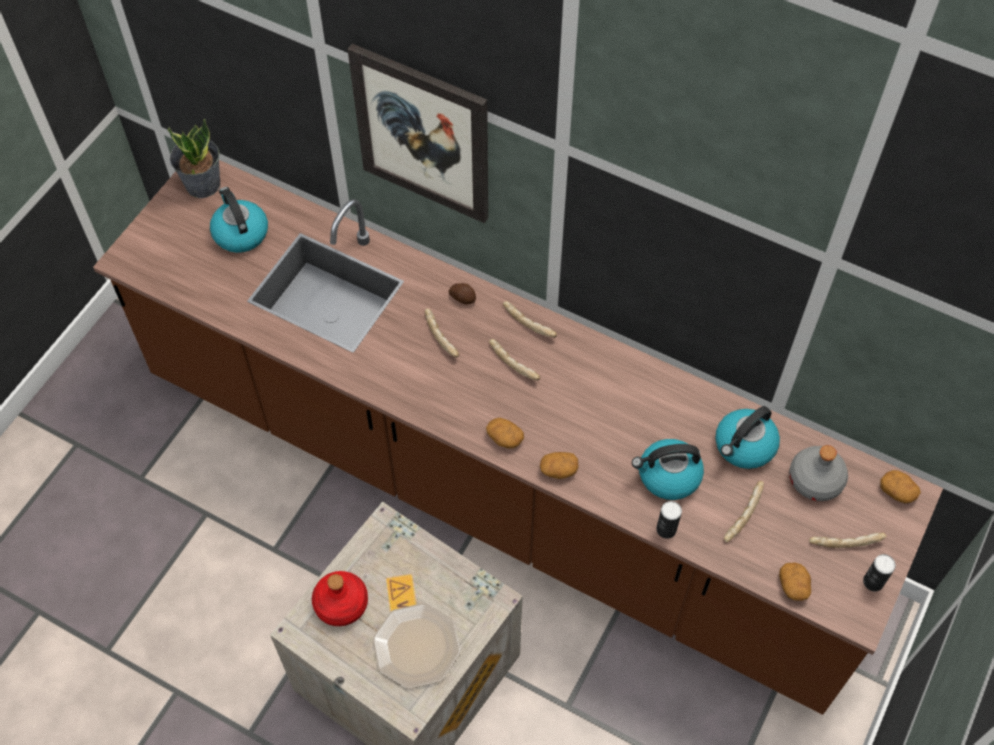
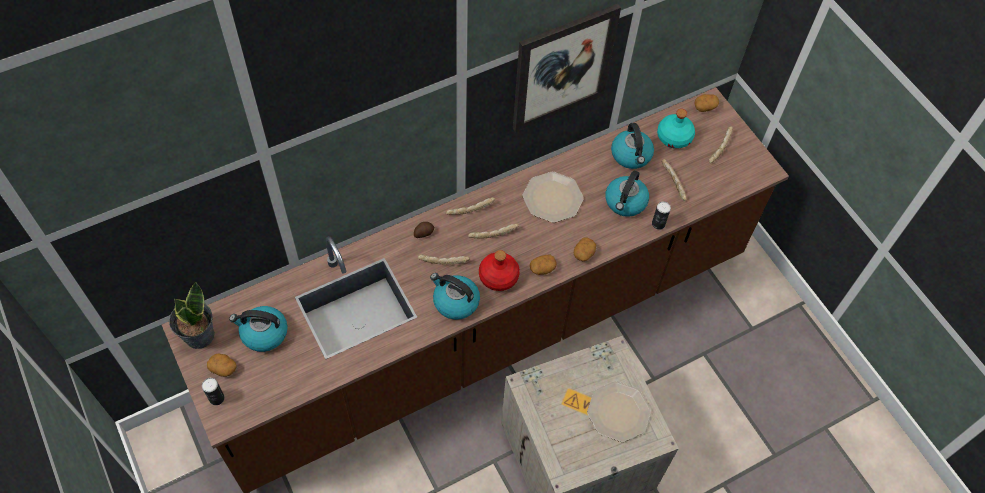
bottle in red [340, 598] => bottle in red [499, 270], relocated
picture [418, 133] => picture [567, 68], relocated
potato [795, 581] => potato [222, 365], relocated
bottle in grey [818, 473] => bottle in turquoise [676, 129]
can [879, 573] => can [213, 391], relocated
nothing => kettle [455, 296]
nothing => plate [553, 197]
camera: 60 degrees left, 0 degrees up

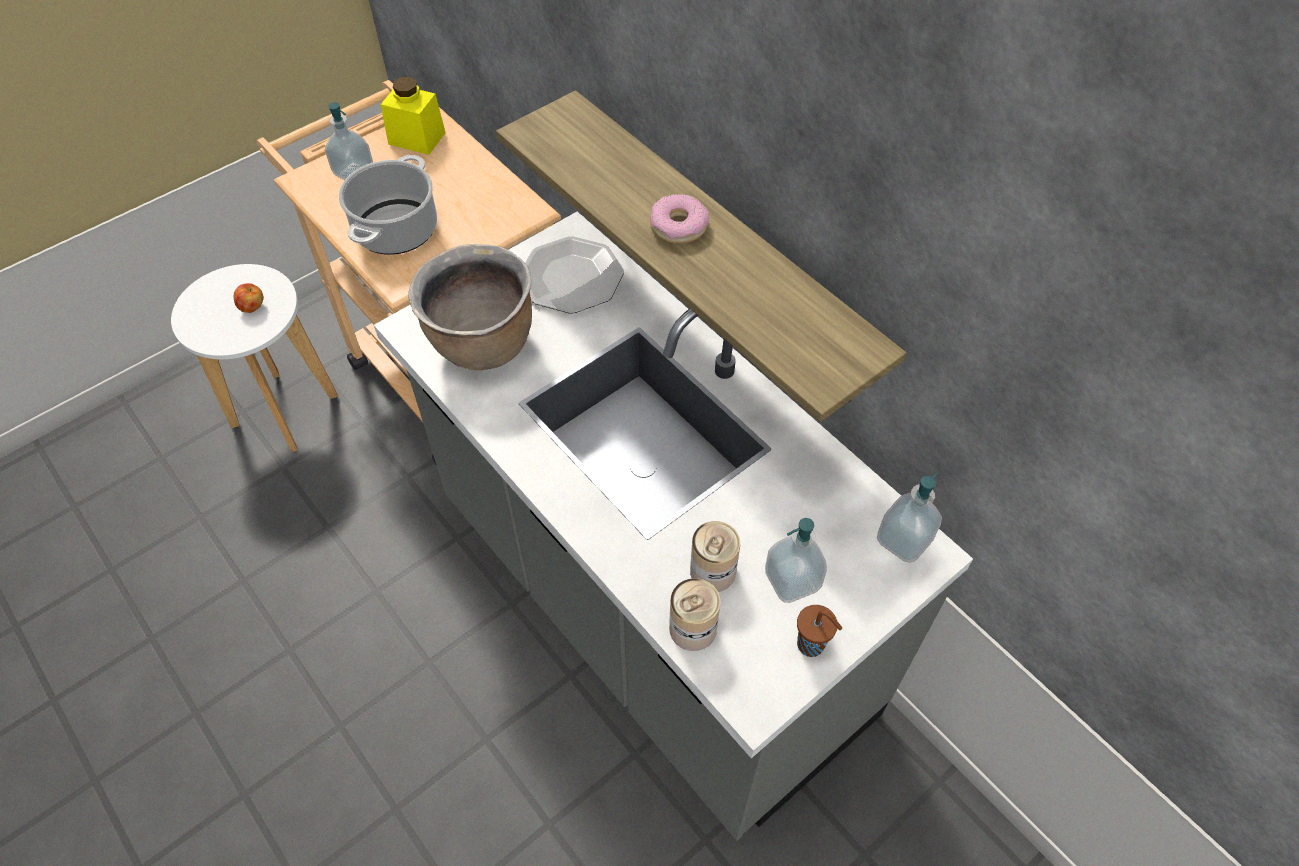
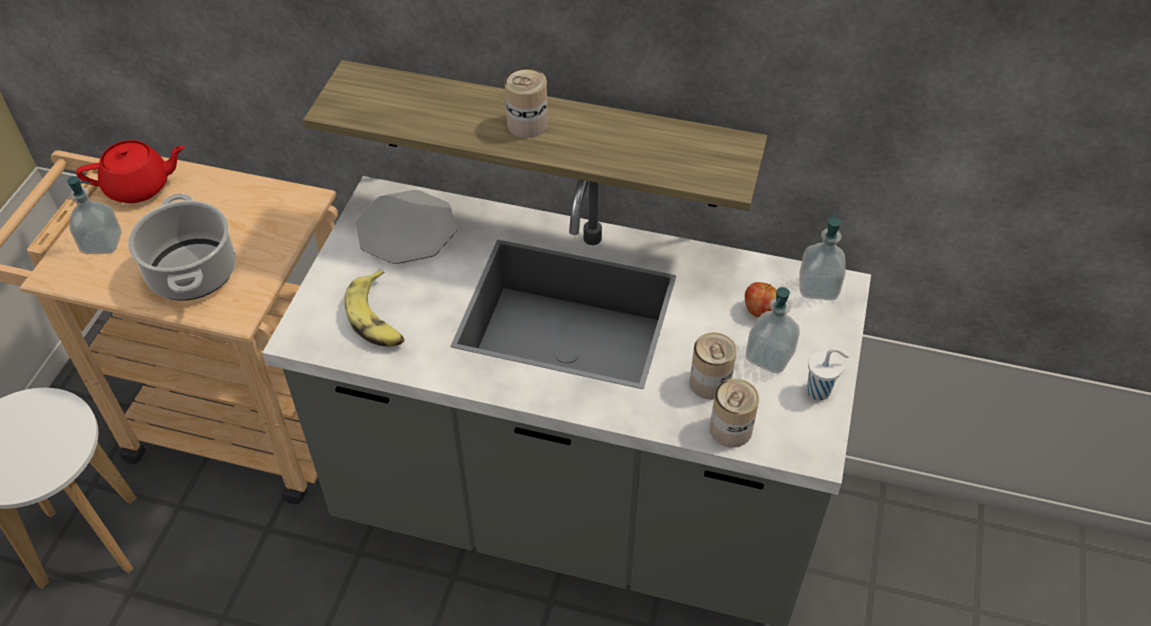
apple [249, 298] => apple [761, 299], relocated
jar in yellow [413, 116] => teapot in red [130, 171]
cooking pot in brown [470, 307] => banana [375, 308]
donut [679, 219] => can [526, 103]
cup in brown [819, 631] => cup in white [828, 374]
camera: 35 degrees left, 5 degrees down

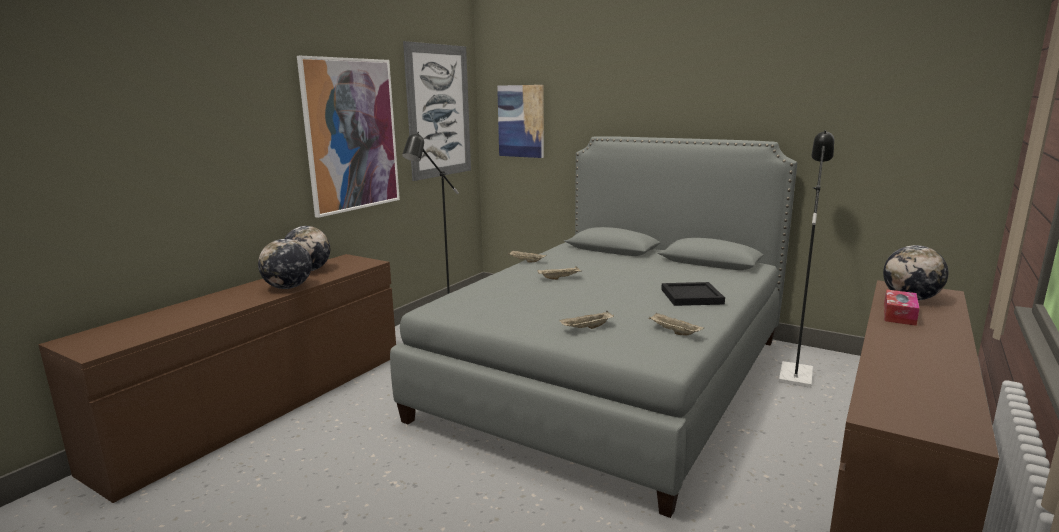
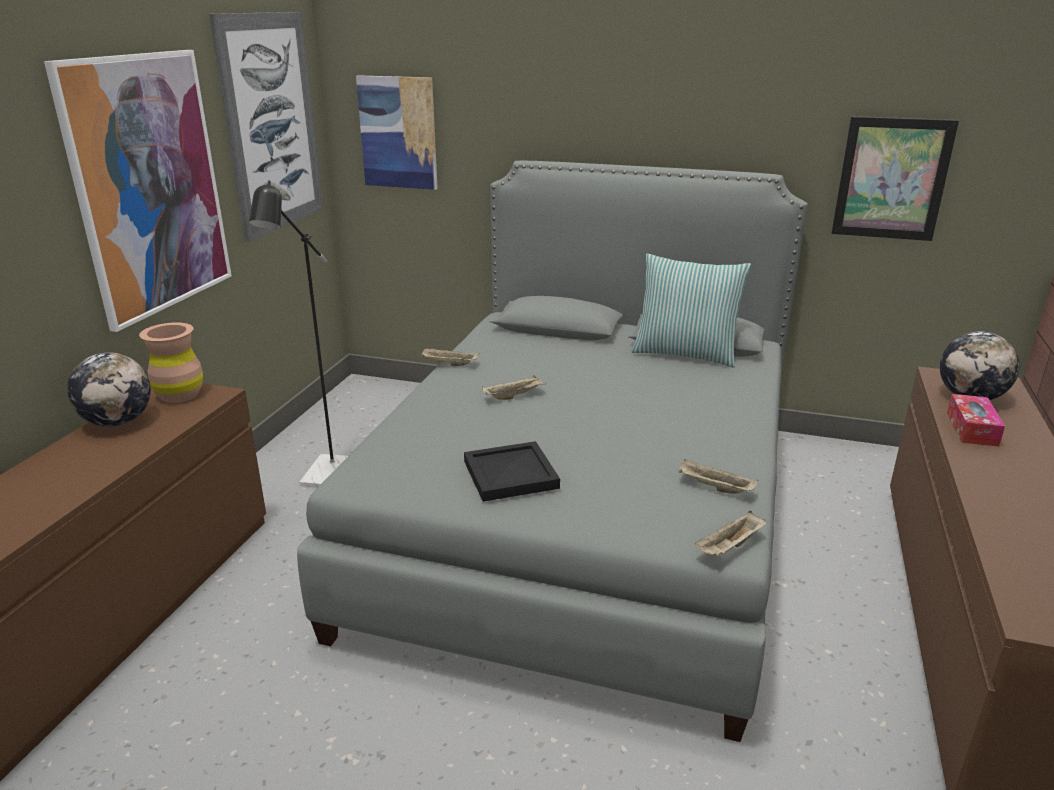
globe [285, 264] => nothing
tray in beige [586, 320] => tray in beige [731, 534], relocated
tray in black [693, 294] => tray in black [512, 471], relocated
floor lamp in black [806, 259] => nothing
nothing => vase in brown [171, 362]
nothing => pillow [691, 311]
nothing => picture [895, 178]
camera: 15 degrees left, 10 degrees up

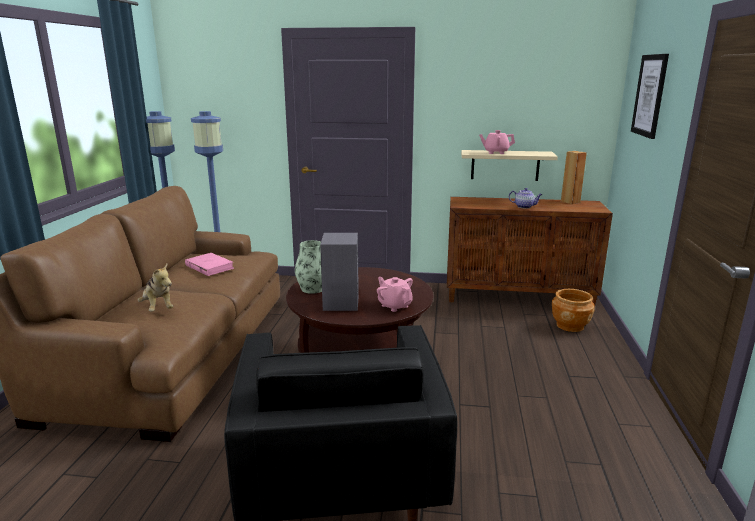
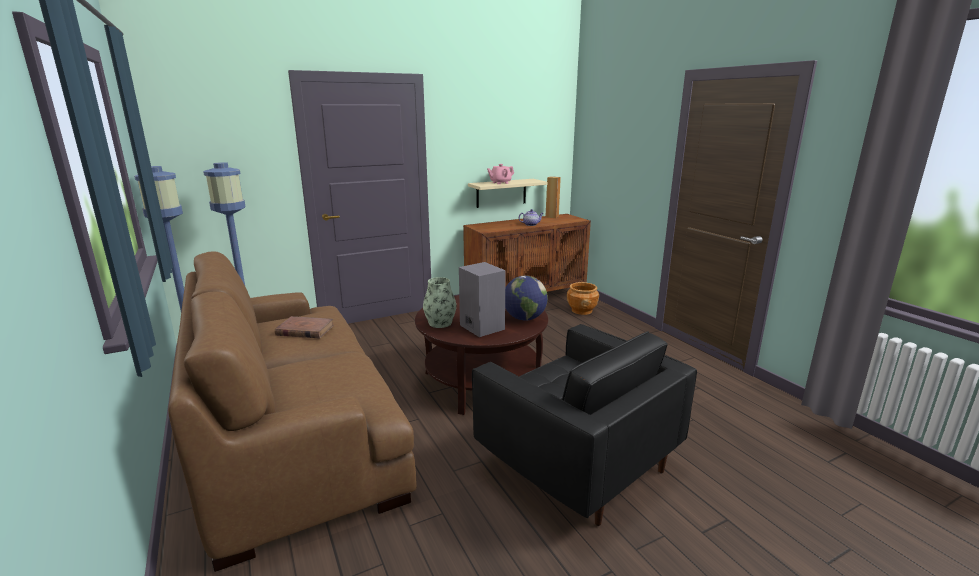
plush toy [155, 287] => nothing
book in pink [209, 264] => book in brown [304, 327]
teapot in pink [395, 294] => globe [526, 298]
picture [650, 96] => nothing
camera: 35 degrees left, 0 degrees up

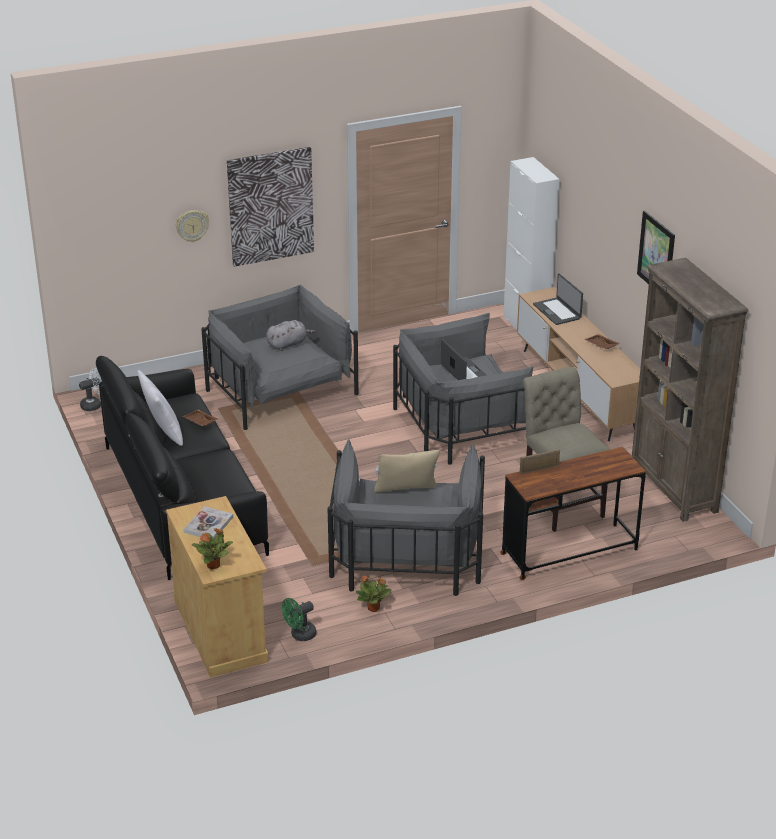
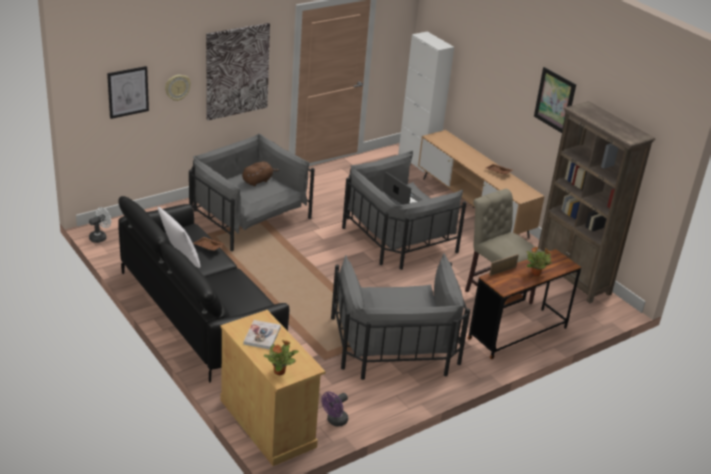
plush toy in grey [291, 335] => plush toy in brown [260, 173]
fan in green [299, 619] => fan in purple [334, 409]
potted plant [374, 593] => potted plant [539, 261], relocated
pillow in beige [407, 471] => nothing
laptop [558, 299] => nothing
nothing => picture [128, 92]
camera: 15 degrees left, 0 degrees up

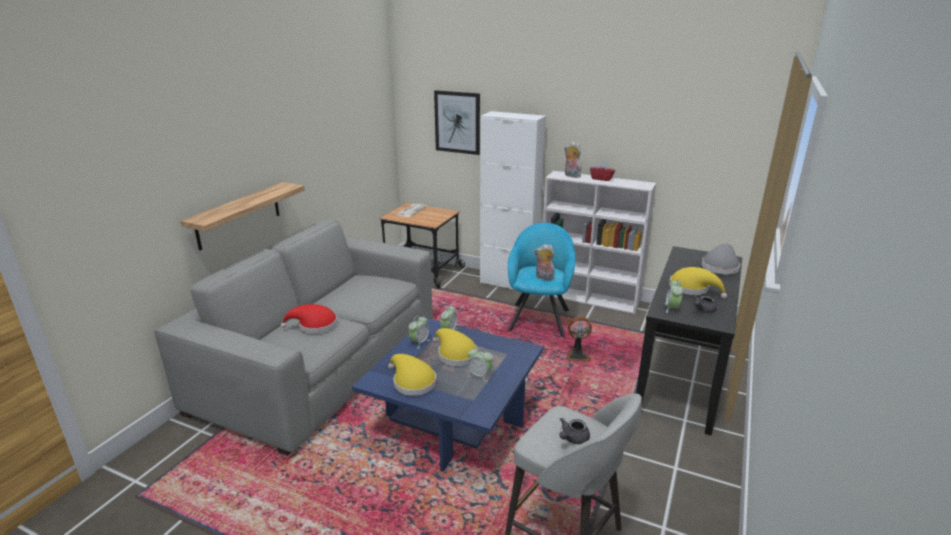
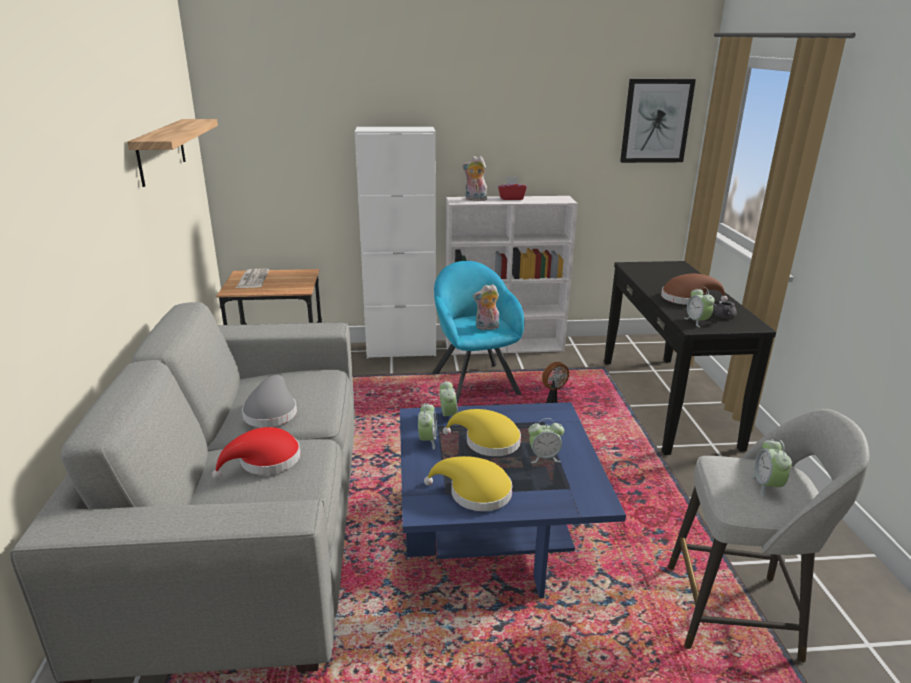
shelf [242, 216] => shelf [172, 153], relocated
picture [457, 122] => picture [658, 121], relocated
teapot in grey [574, 431] => alarm clock [771, 468]
hat in yellow [698, 283] => hat in brown [694, 289]
hat in grey [721, 259] => hat in grey [269, 401], relocated
camera: 30 degrees left, 0 degrees up

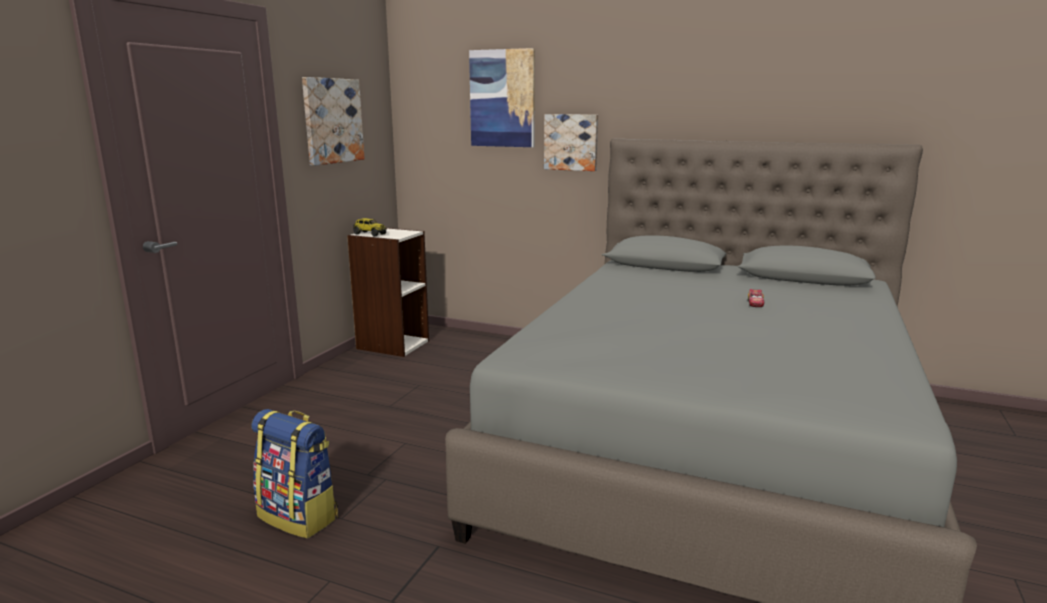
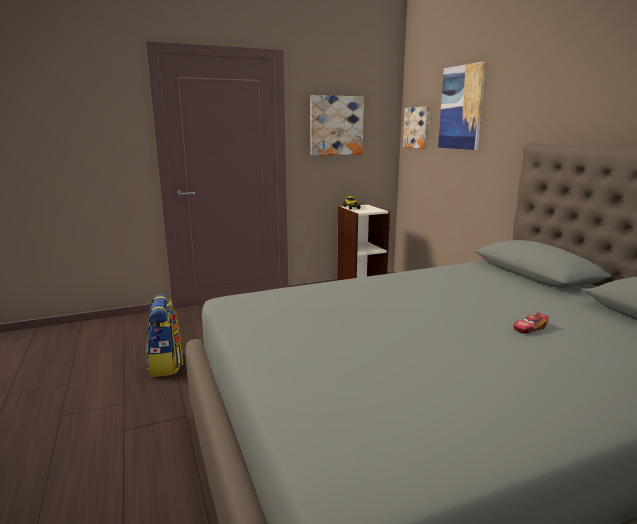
picture [571, 142] => picture [417, 128], relocated
camera: 45 degrees right, 0 degrees up

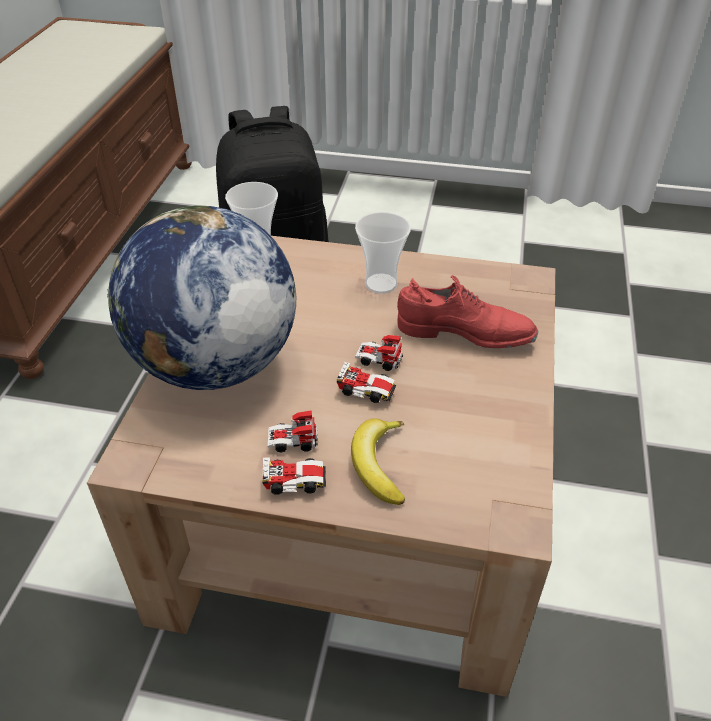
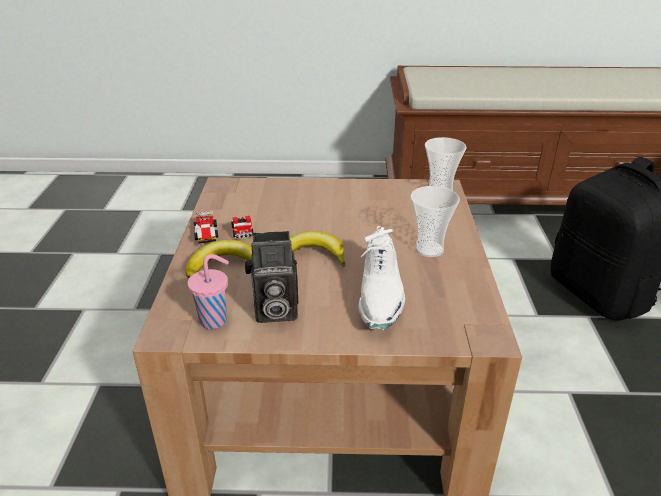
globe [201, 298] => nothing
toy car [370, 369] => banana [318, 249]
shoe in red [468, 311] => shoe in white [381, 278]
nothing => cup in pink [208, 291]
nothing => photo camera [271, 277]
camera: 80 degrees right, 10 degrees down

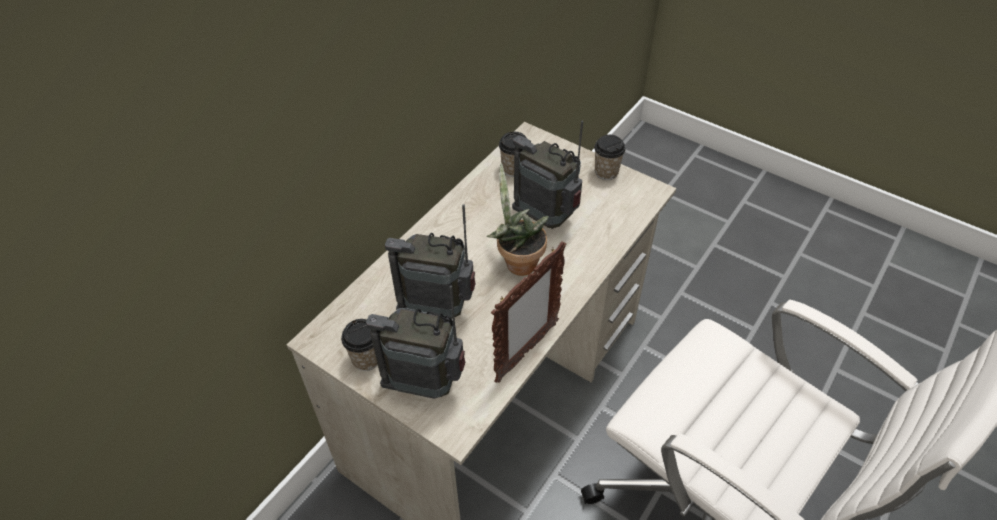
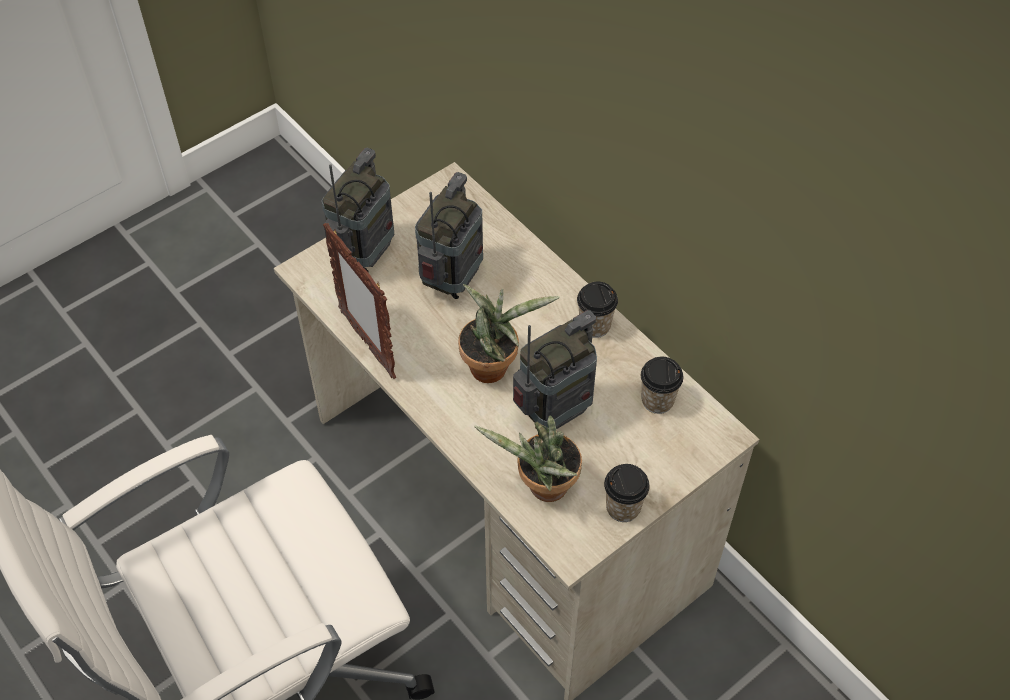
cup [359, 345] => cup [597, 310], relocated
nothing => potted plant [528, 458]
camera: 105 degrees right, 5 degrees up

